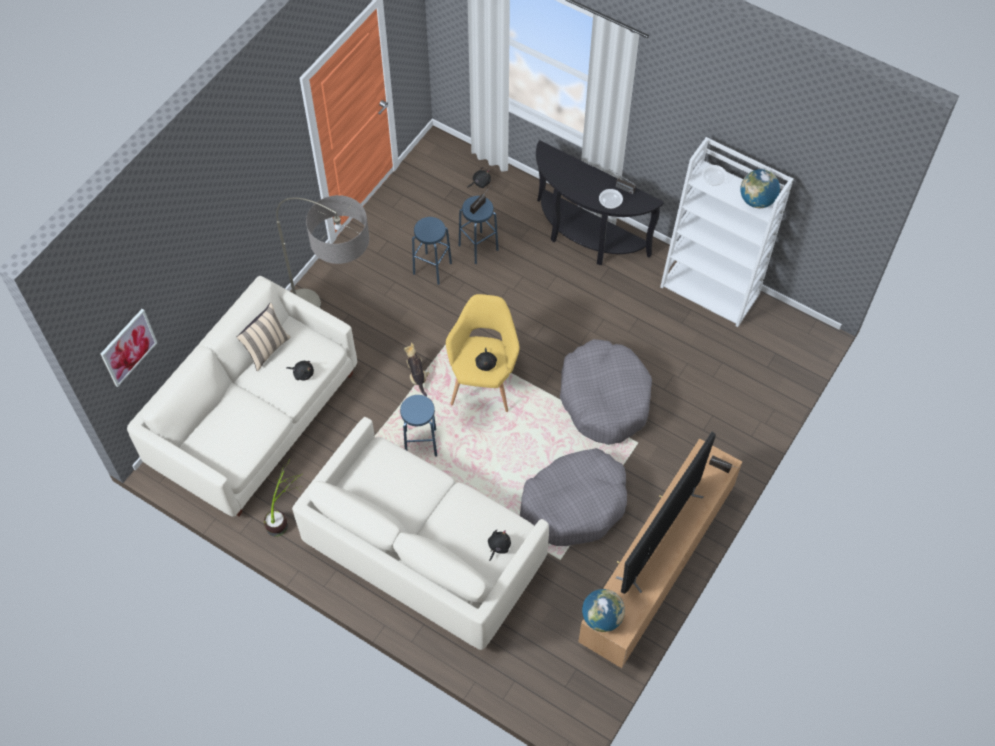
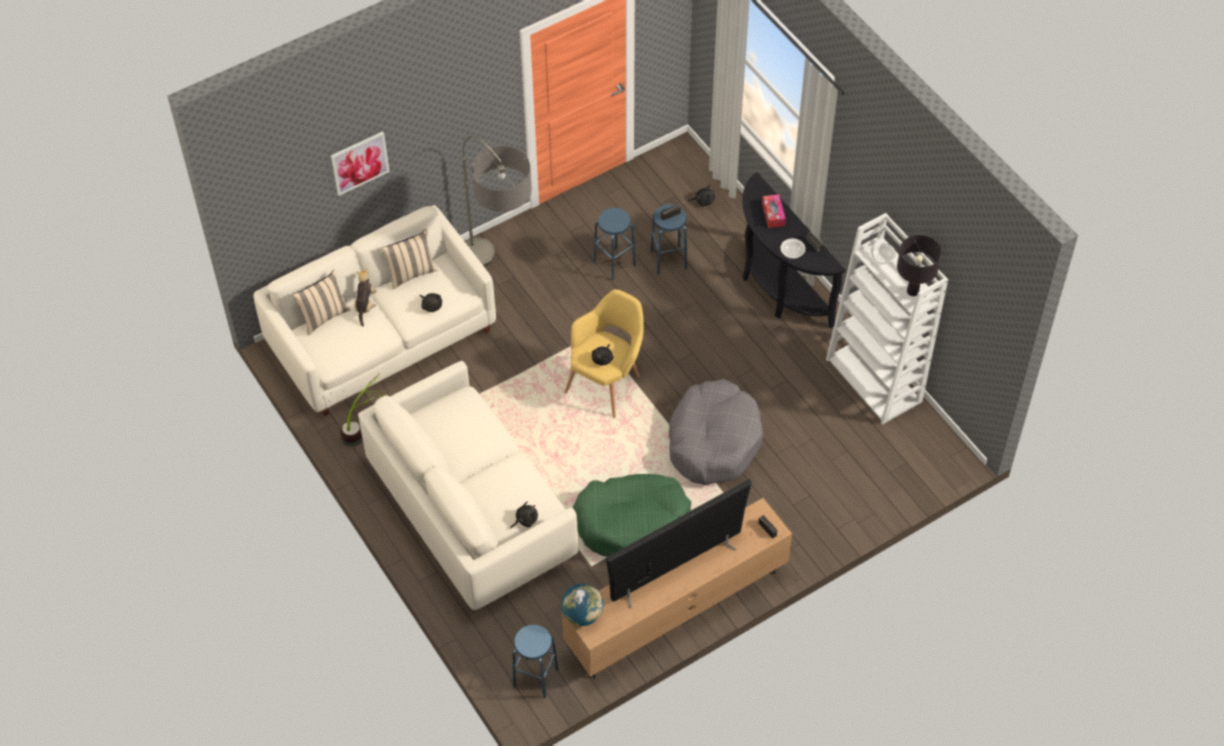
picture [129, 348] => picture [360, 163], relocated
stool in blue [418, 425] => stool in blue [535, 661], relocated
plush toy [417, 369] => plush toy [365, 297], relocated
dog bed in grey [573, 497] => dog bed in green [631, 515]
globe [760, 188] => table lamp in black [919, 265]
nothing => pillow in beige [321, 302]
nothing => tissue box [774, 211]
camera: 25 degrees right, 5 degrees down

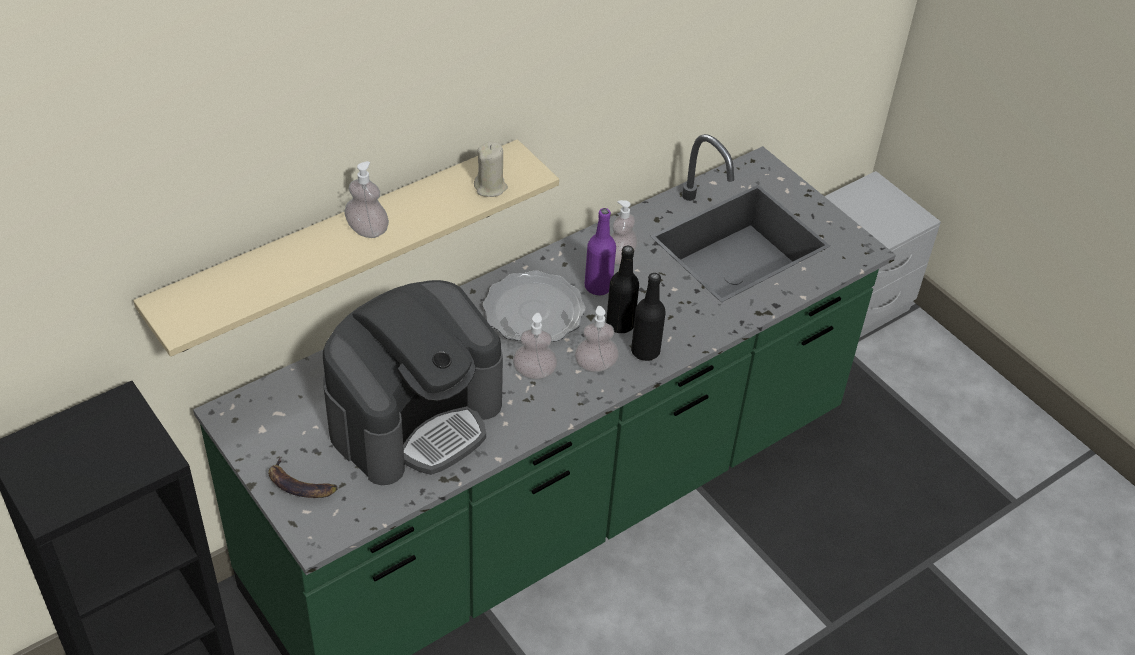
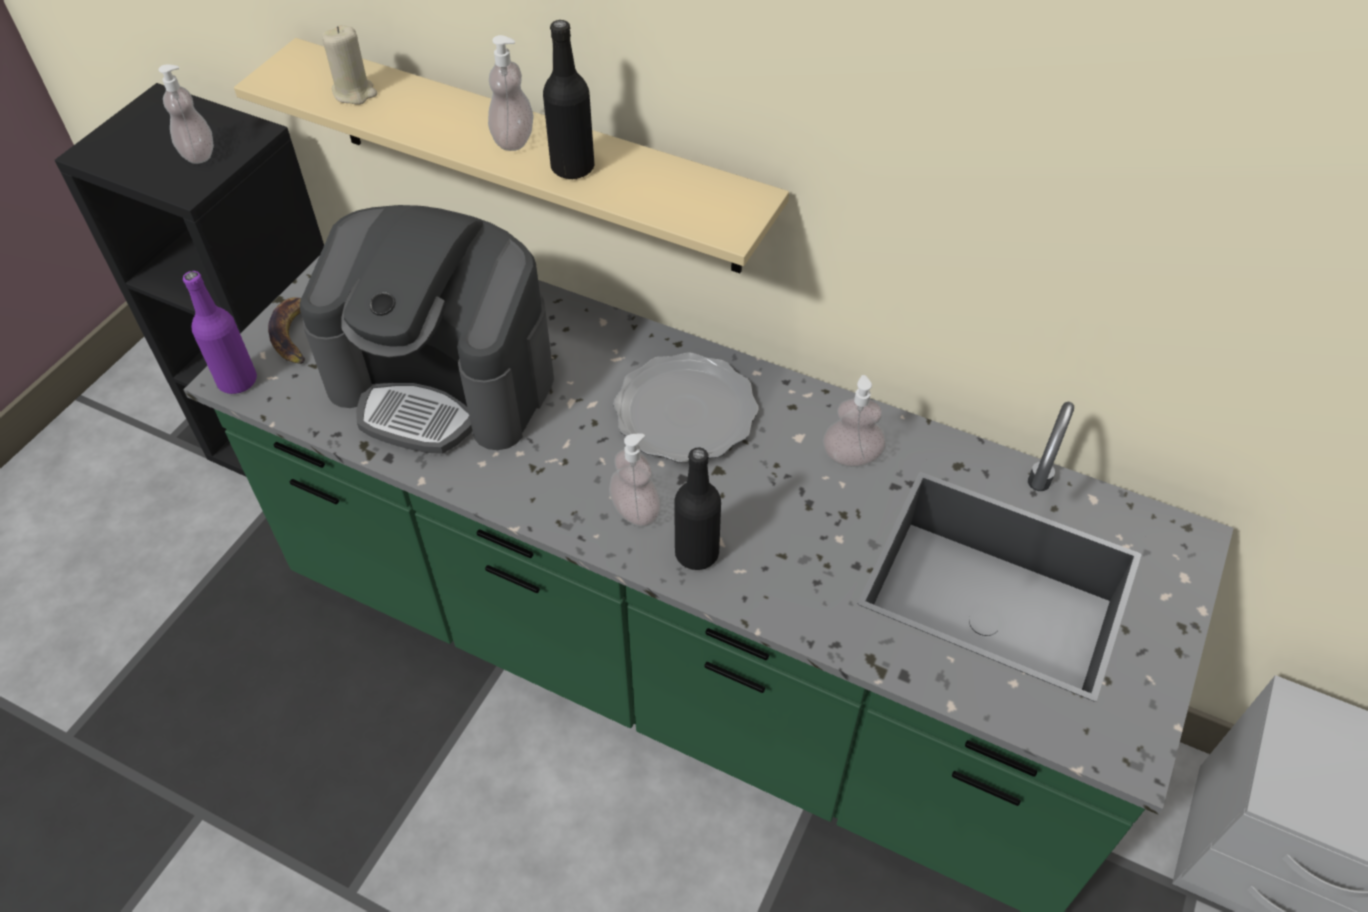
candle in beige [491, 169] => candle in beige [349, 65], relocated
soap dispenser [535, 346] => soap dispenser [186, 114], relocated
bottle in purple [600, 251] => bottle in purple [220, 332], relocated
bottle in black [622, 289] => bottle in black [568, 100], relocated
camera: 65 degrees right, 5 degrees up

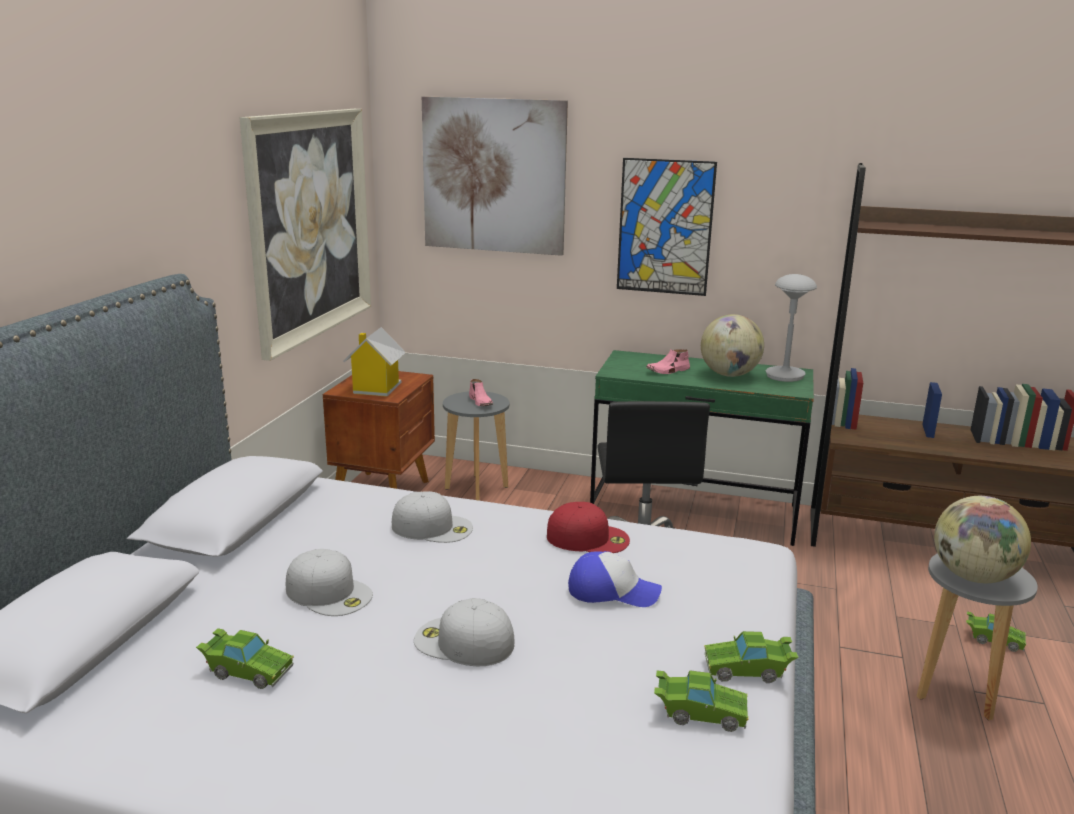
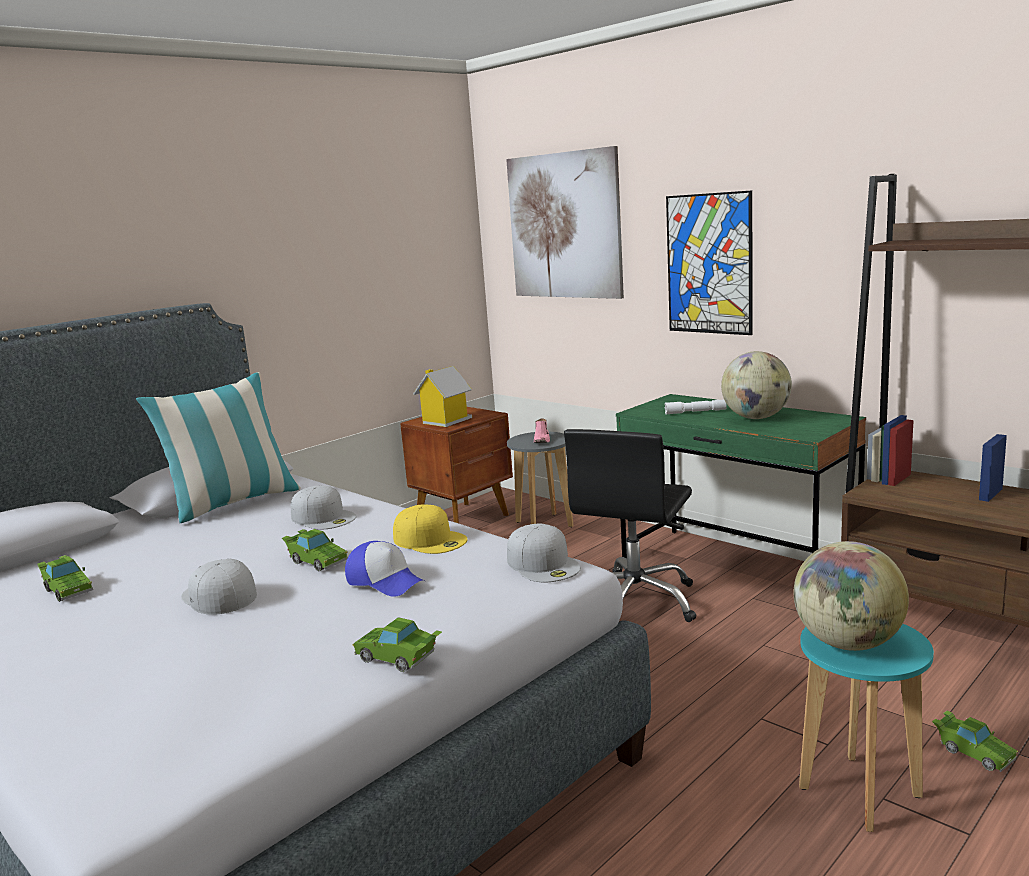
picture [305, 235] => nothing
cap in white [329, 582] => cap in white [544, 553], relocated
cap in red [588, 527] => cap in yellow [430, 529]
shoe in pink [668, 361] => flashlight in white [696, 407]
toy car in green [701, 701] => toy car in green [315, 550], relocated
table lamp in grey [791, 328] => nothing
stool in grey [977, 636] => stool in turquoise [866, 728]
nothing => pillow [218, 447]
camera: 30 degrees right, 5 degrees down

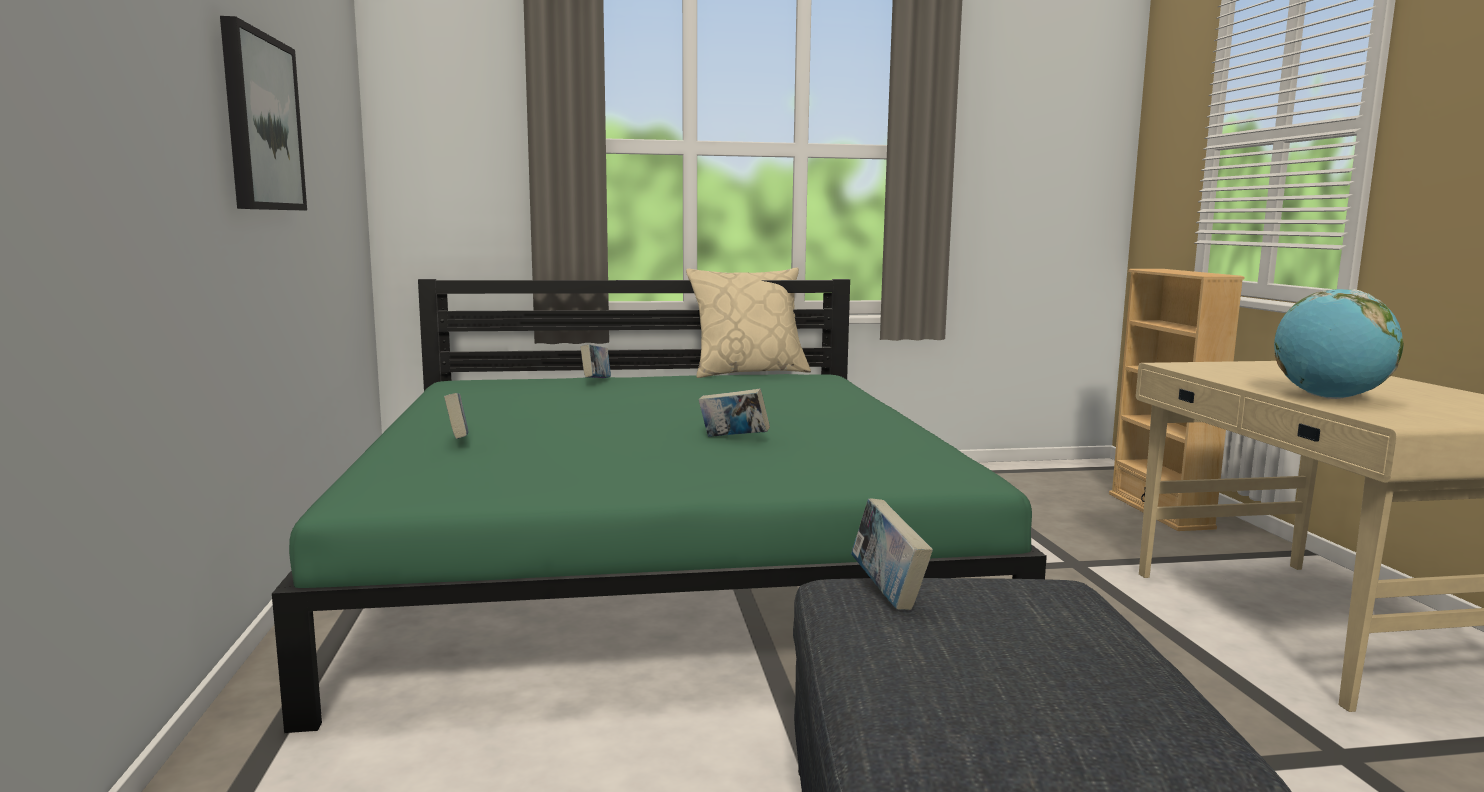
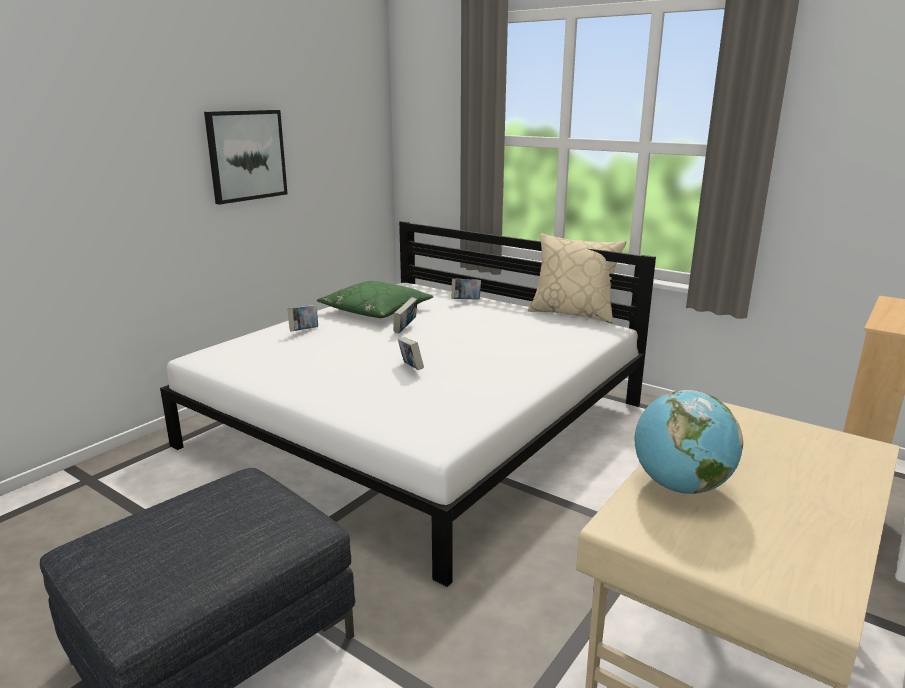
bed in green [659, 506] => bed in white [408, 404]
book [892, 554] => book [405, 315], relocated
nothing => pillow in green [375, 299]
camera: 45 degrees right, 10 degrees up

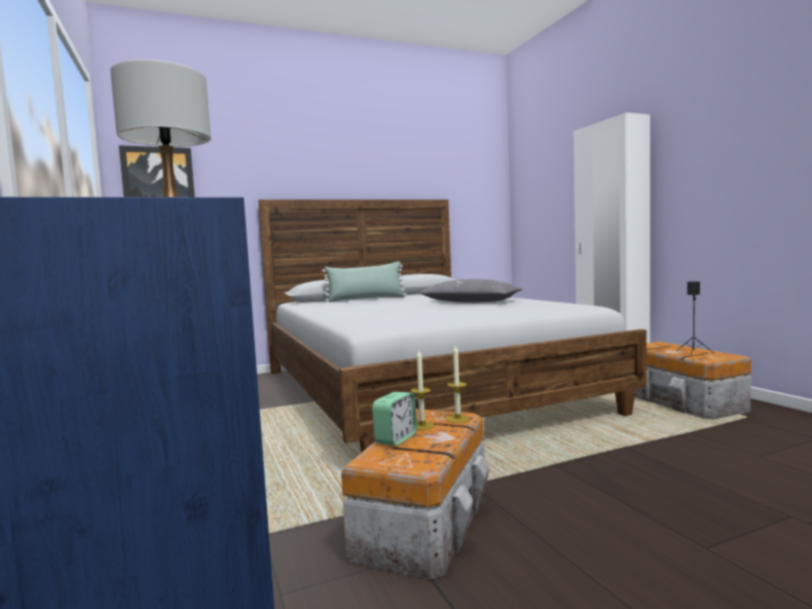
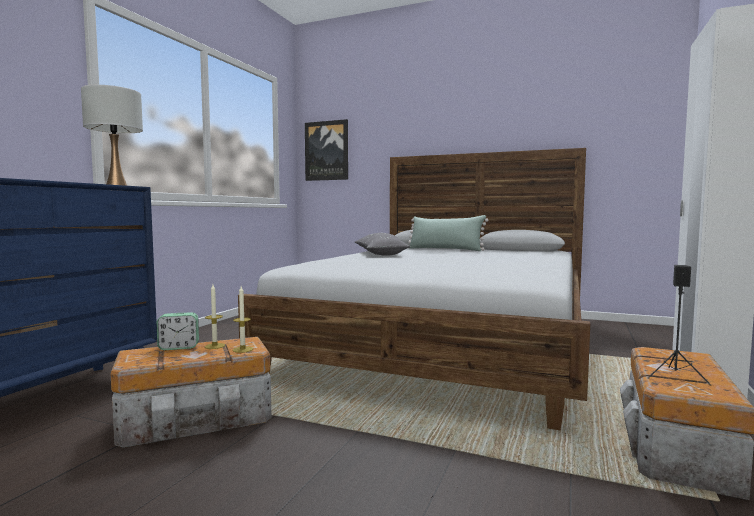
pillow in grey [471, 291] => pillow in grey [383, 244], relocated
camera: 45 degrees right, 0 degrees up

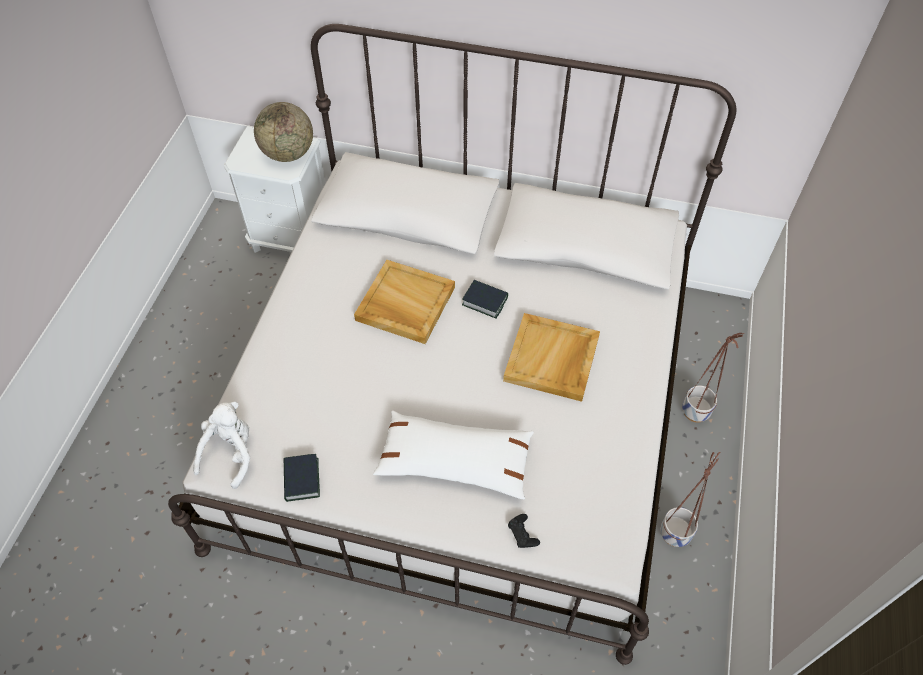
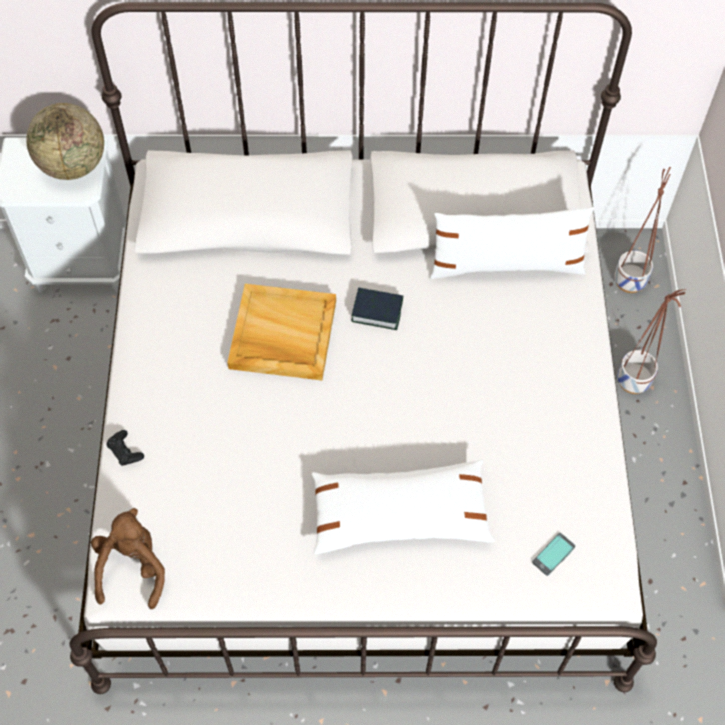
plush toy in white [221, 445] => plush toy in brown [128, 558]
book [302, 478] => nothing
tray in beige [551, 357] => nothing
game controller in black [524, 531] => game controller in black [125, 448], relocated
planter [690, 499] => planter [642, 230], relocated
nothing => pillow in white [512, 243]
nothing => phone [553, 554]
camera: 15 degrees left, 5 degrees up

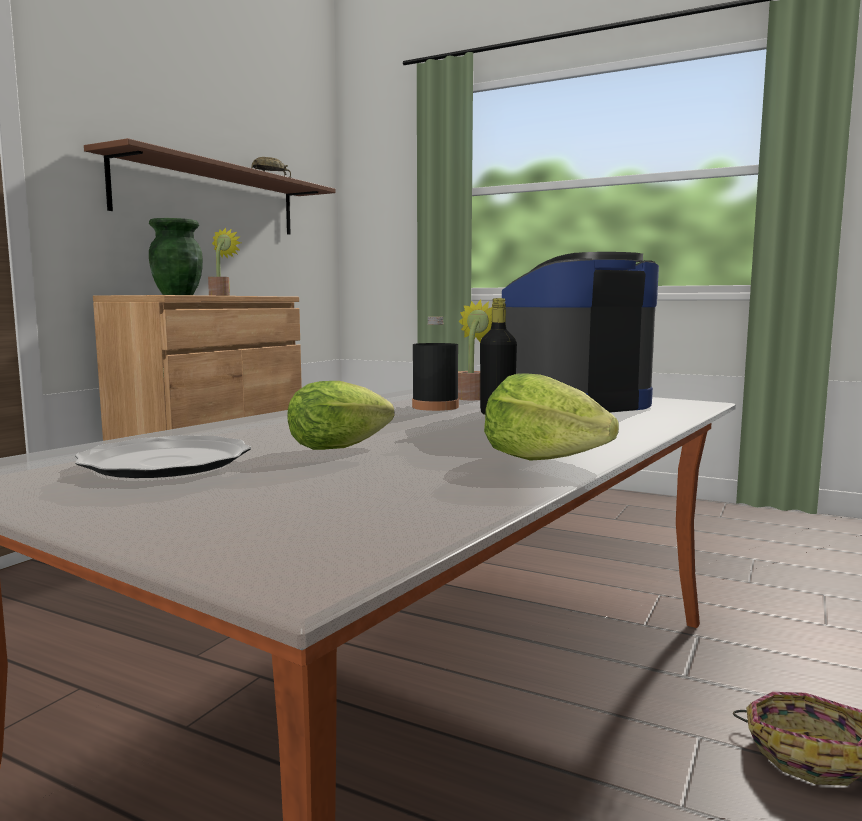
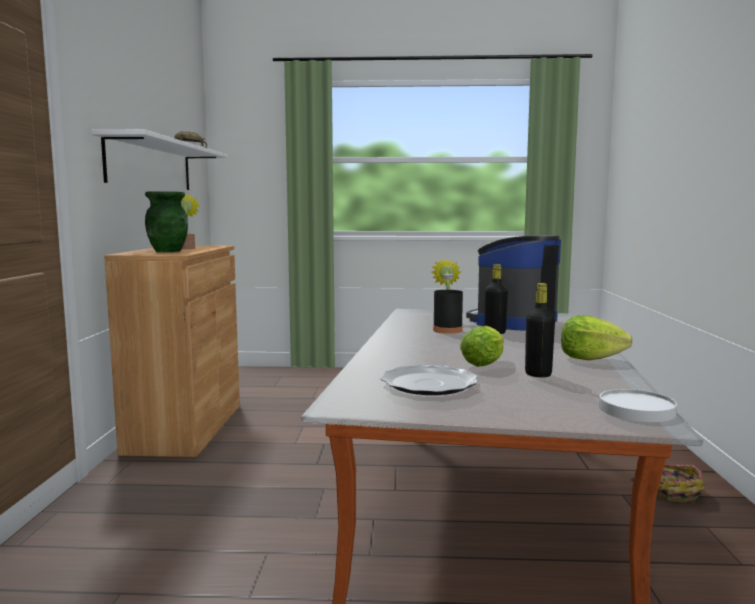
shelf in brown [210, 186] => shelf in white [159, 159]
nothing => bottle in black [540, 330]
nothing => plate in white [638, 405]
camera: 25 degrees left, 0 degrees up

